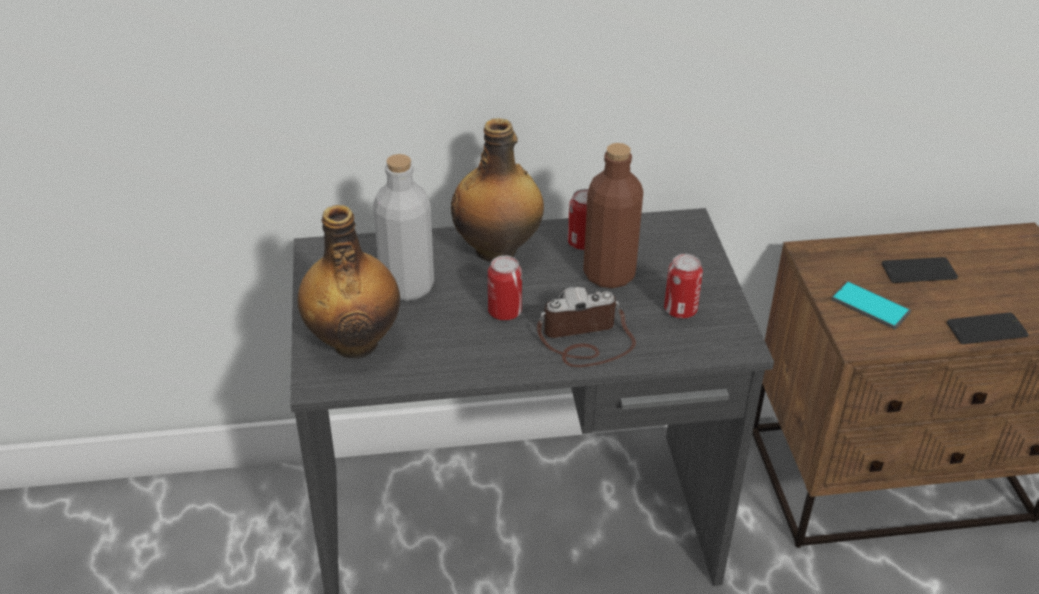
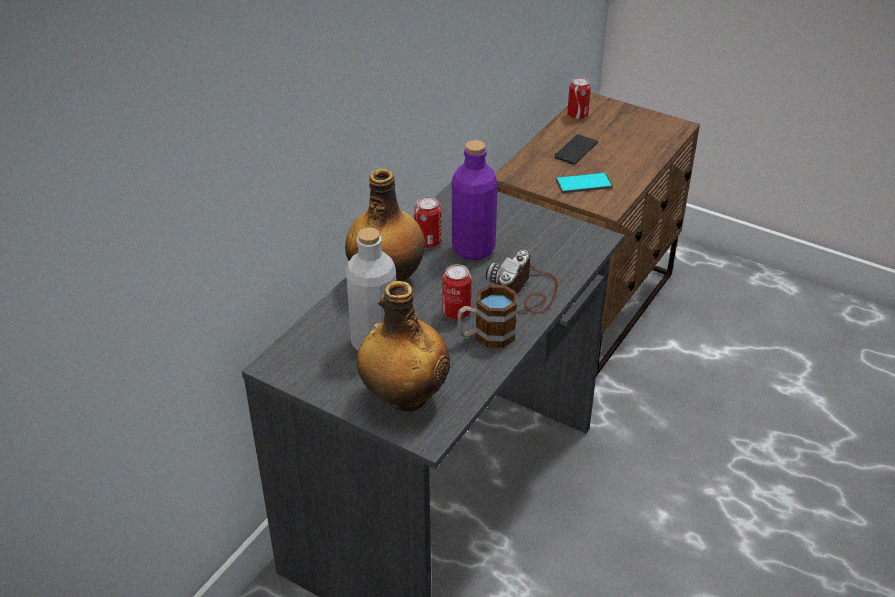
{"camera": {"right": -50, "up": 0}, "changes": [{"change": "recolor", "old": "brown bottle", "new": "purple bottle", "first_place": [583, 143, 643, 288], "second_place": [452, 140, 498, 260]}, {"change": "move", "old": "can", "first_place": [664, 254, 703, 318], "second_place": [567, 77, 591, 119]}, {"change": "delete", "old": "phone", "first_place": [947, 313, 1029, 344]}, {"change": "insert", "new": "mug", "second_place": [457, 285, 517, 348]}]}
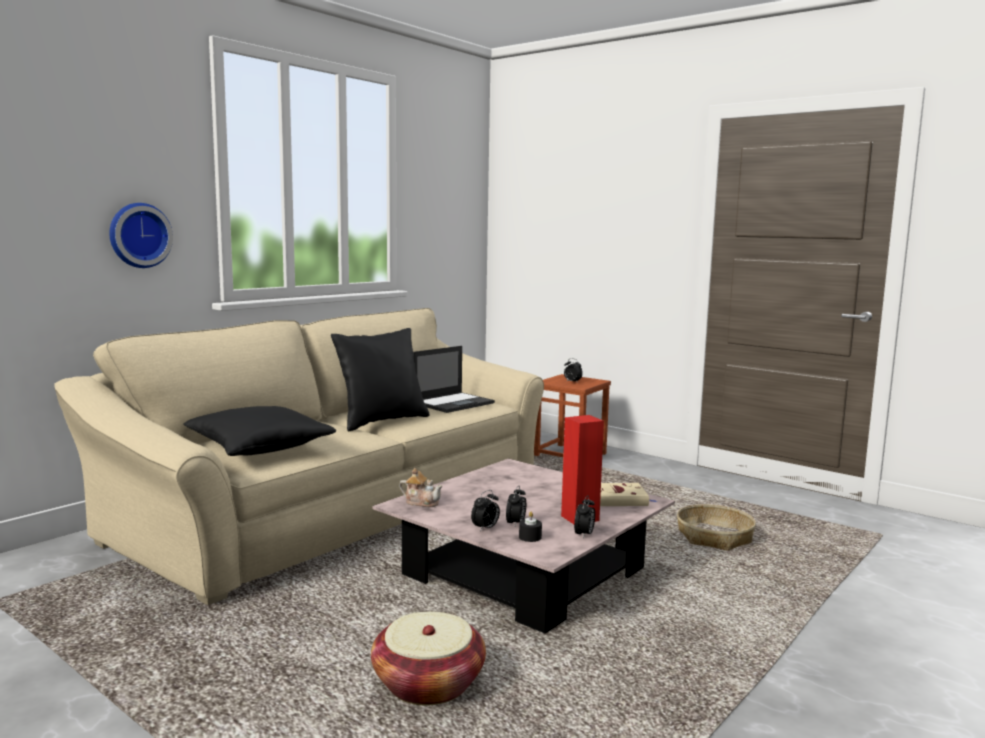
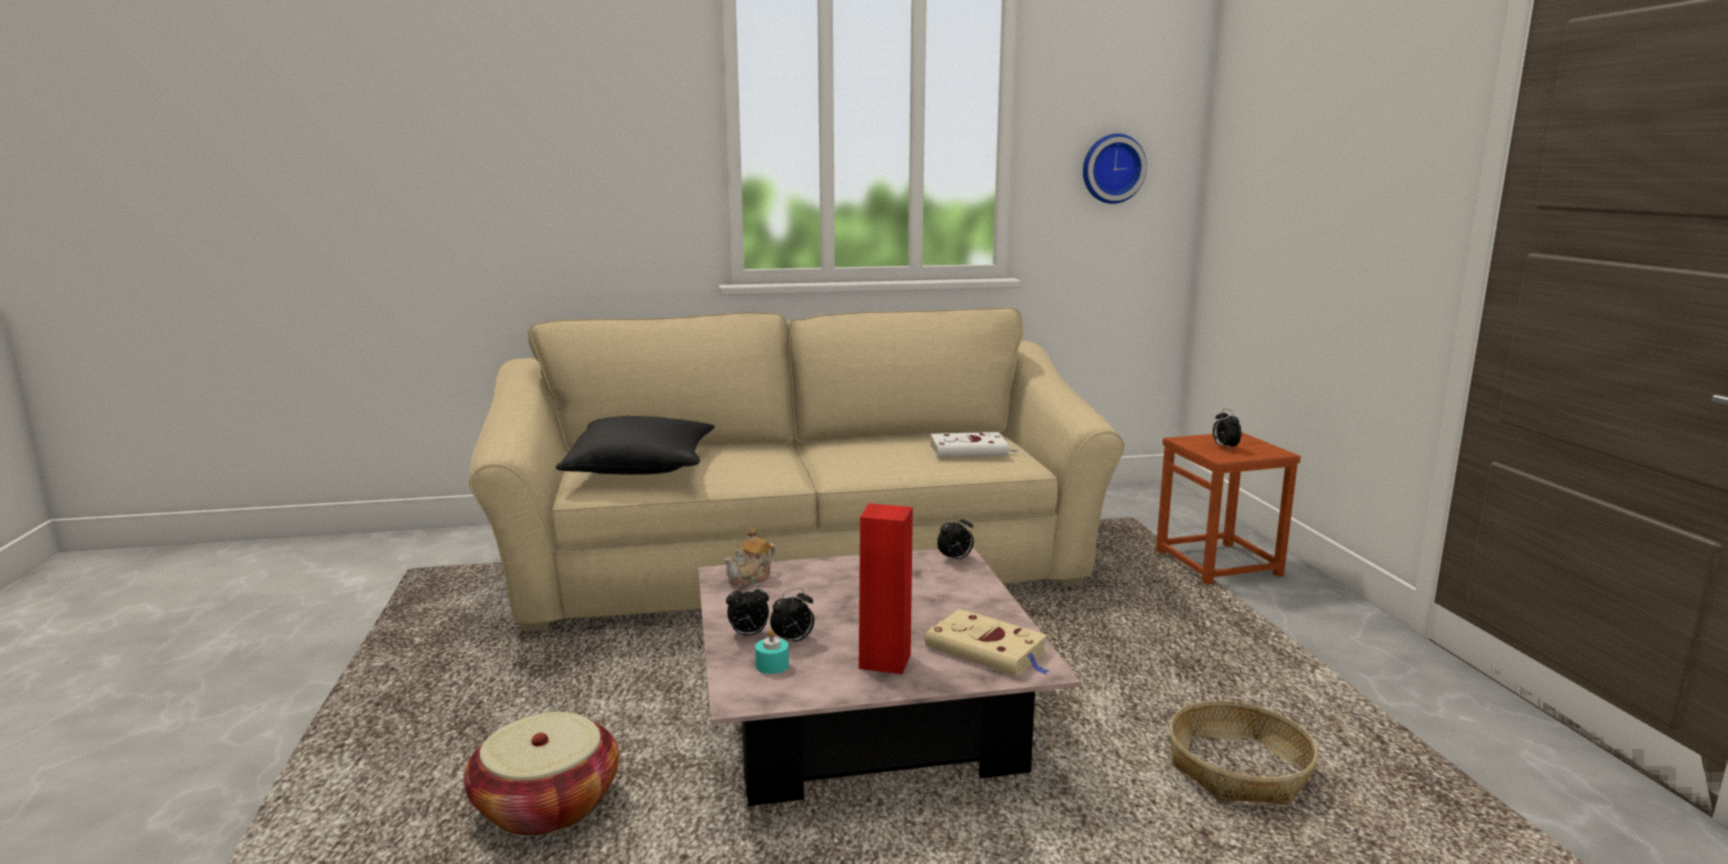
{"camera": {"right": 40, "up": 5}, "changes": [{"change": "move", "old": "wall clock", "first_place": [109, 203, 173, 268], "second_place": [1083, 134, 1147, 204]}, {"change": "delete", "old": "black pillow", "first_place": [331, 328, 429, 431]}, {"change": "replace", "old": "laptop", "new": "white book", "first_place": [413, 346, 495, 413], "second_place": [930, 432, 1019, 457]}, {"change": "rotate", "old": "teapot", "first_place": [399, 468, 442, 507], "second_place": [724, 528, 776, 586], "degrees": 75}, {"change": "move", "old": "alarm clock", "first_place": [574, 495, 595, 539], "second_place": [937, 515, 974, 562]}, {"change": "recolor", "old": "black candle", "new": "turquoise candle", "first_place": [519, 511, 542, 542], "second_place": [755, 629, 789, 674]}]}
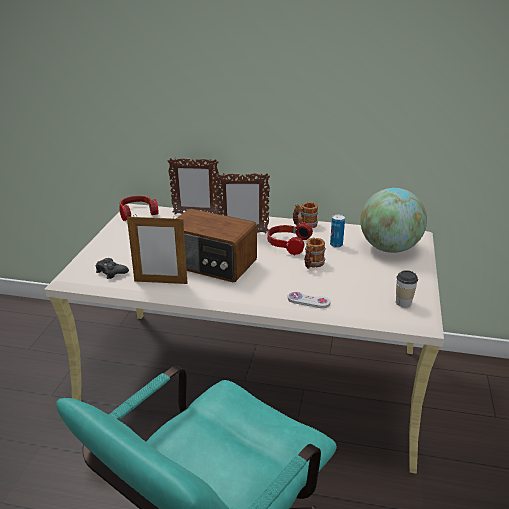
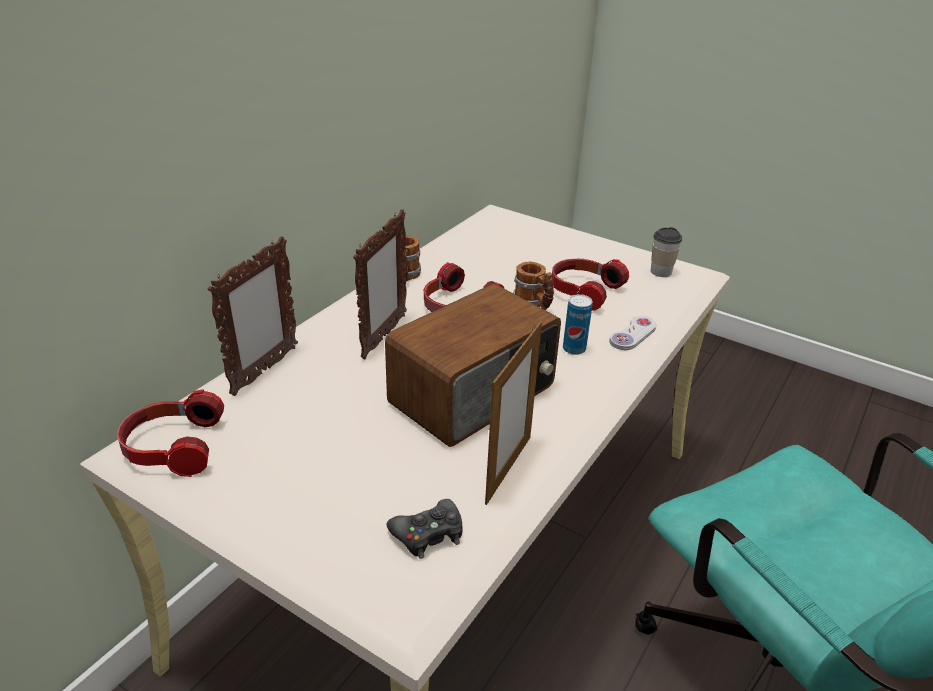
{"camera": {"right": -70, "up": 5}, "changes": [{"change": "delete", "old": "globe", "first_place": [360, 188, 427, 253]}, {"change": "move", "old": "can", "first_place": [330, 214, 345, 248], "second_place": [563, 294, 593, 355]}, {"change": "insert", "new": "headphones", "second_place": [551, 258, 629, 311]}]}
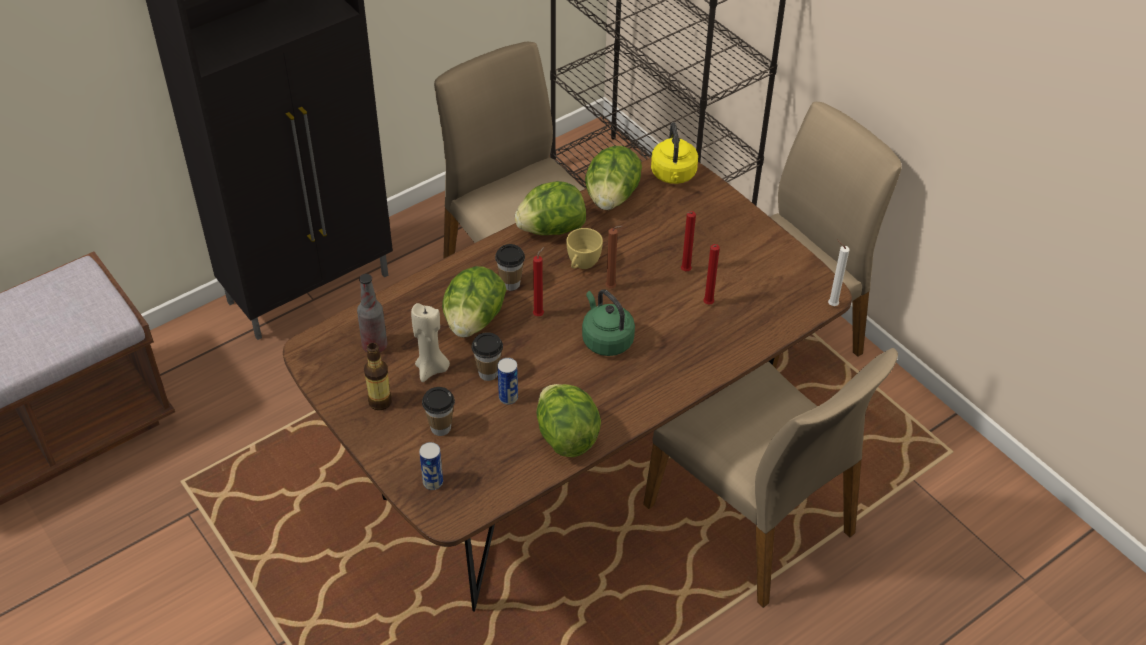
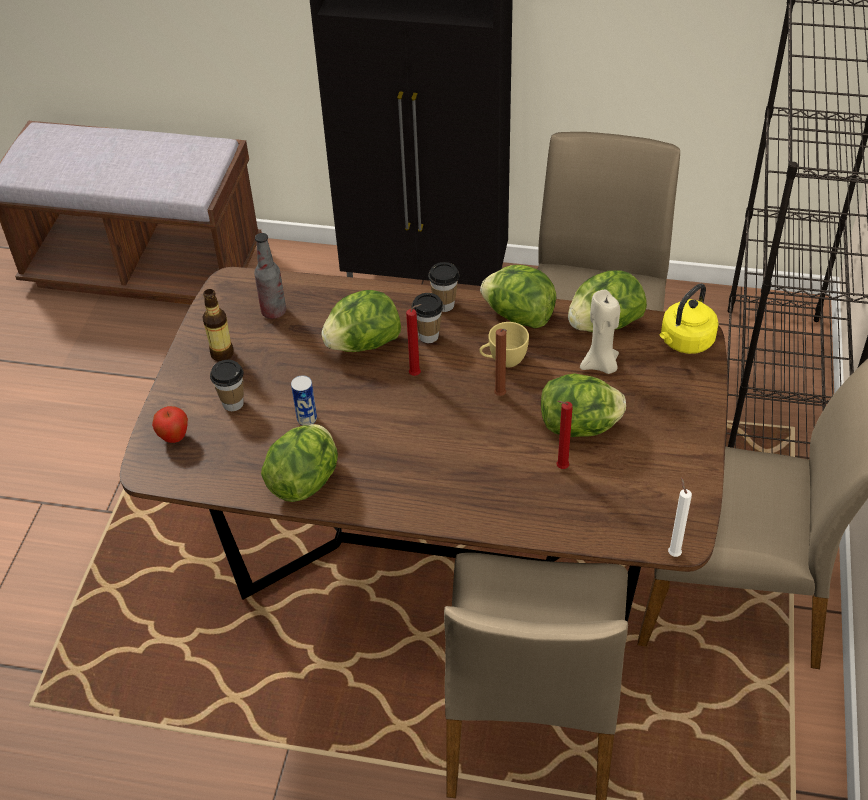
{"camera": {"right": 50, "up": 0}, "changes": [{"change": "replace", "old": "red candle", "new": "lettuce", "first_place": [681, 211, 696, 271], "second_place": [541, 373, 626, 437]}, {"change": "delete", "old": "green kettle", "first_place": [582, 289, 635, 356]}, {"change": "move", "old": "beige candle", "first_place": [411, 303, 450, 382], "second_place": [580, 290, 620, 374]}, {"change": "move", "old": "cup", "first_place": [471, 332, 503, 381], "second_place": [428, 262, 459, 312]}, {"change": "replace", "old": "can", "new": "apple", "first_place": [419, 442, 443, 490], "second_place": [152, 406, 188, 443]}]}
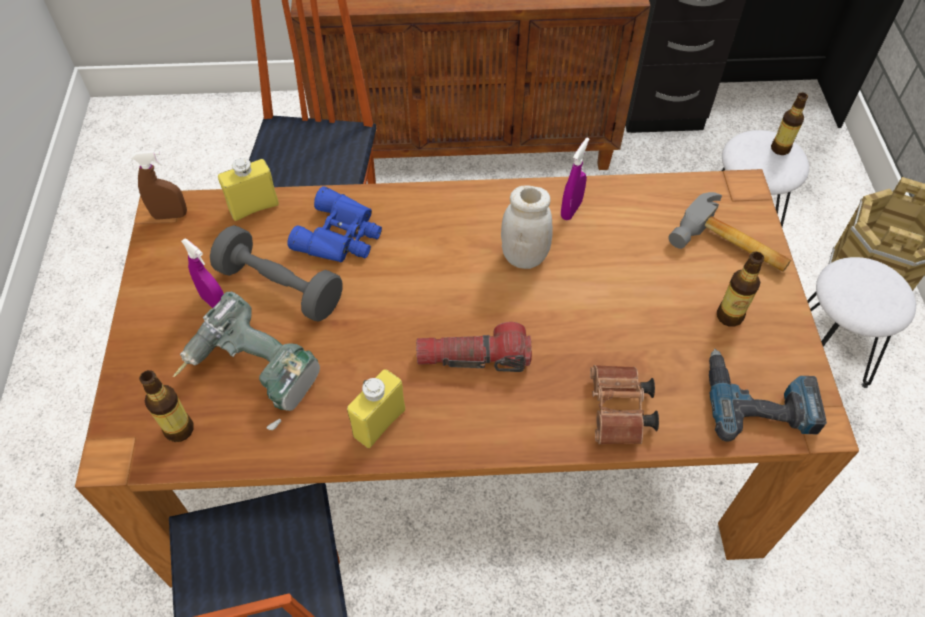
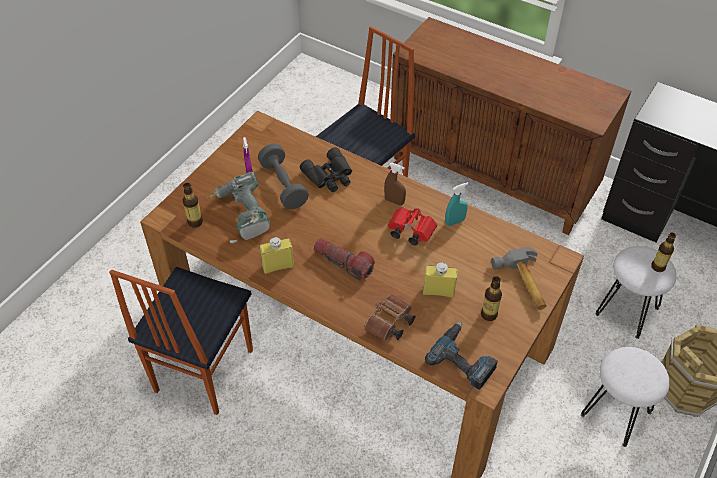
{"camera": {"right": 35, "up": -5}, "changes": [{"change": "recolor", "old": "purple spray bottle", "new": "turquoise spray bottle", "first_place": [561, 138, 589, 220], "second_place": [445, 182, 468, 226]}, {"change": "move", "old": "brown spray bottle", "first_place": [131, 151, 187, 220], "second_place": [384, 163, 406, 205]}, {"change": "move", "old": "yellow bottle", "first_place": [218, 158, 279, 221], "second_place": [423, 263, 457, 298]}, {"change": "recolor", "old": "blue binoculars", "new": "black binoculars", "first_place": [287, 186, 382, 262], "second_place": [300, 147, 352, 192]}, {"change": "replace", "old": "white jar", "new": "red binoculars", "first_place": [501, 186, 553, 269], "second_place": [388, 207, 437, 245]}]}
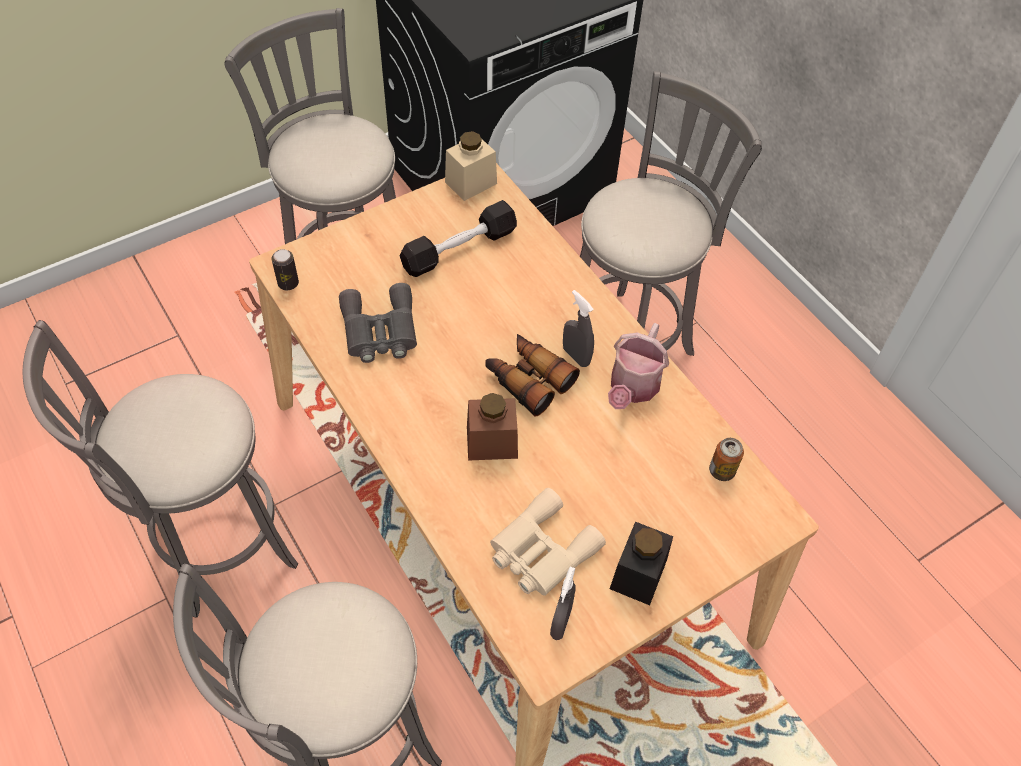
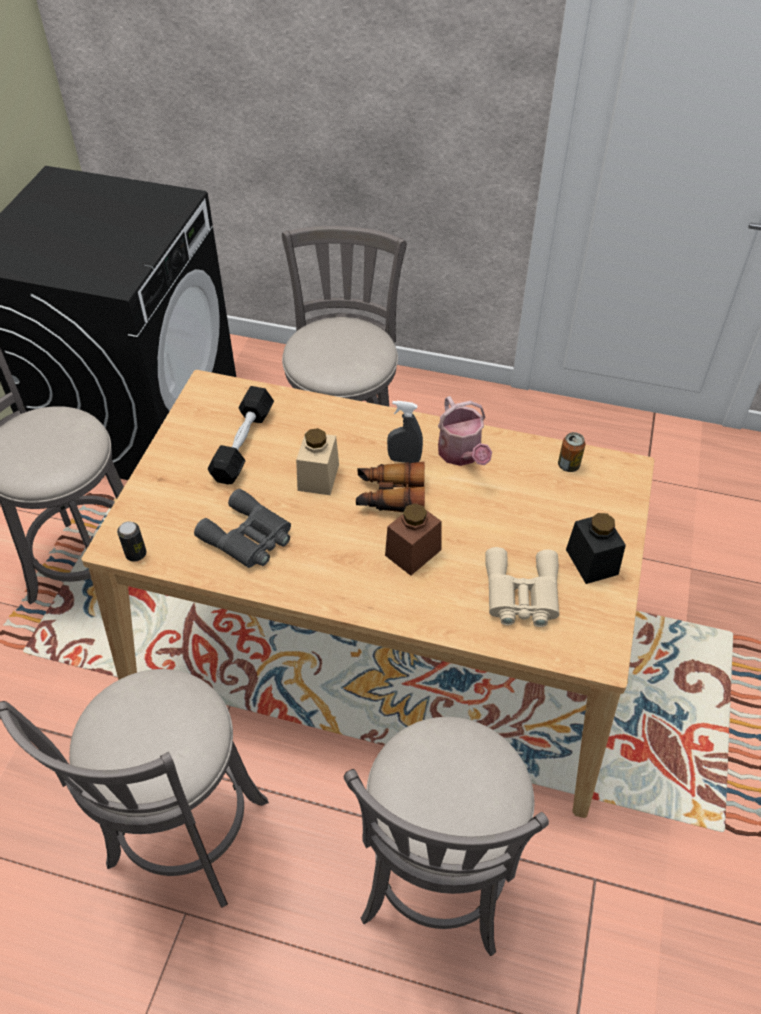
{"camera": {"right": -40, "up": -5}, "changes": [{"change": "move", "old": "beige jar", "first_place": [445, 131, 497, 201], "second_place": [296, 428, 339, 495]}, {"change": "delete", "old": "grey spray bottle", "first_place": [550, 567, 576, 640]}]}
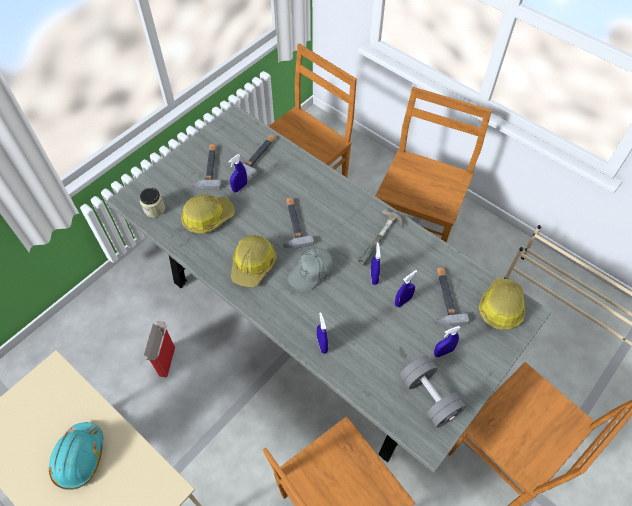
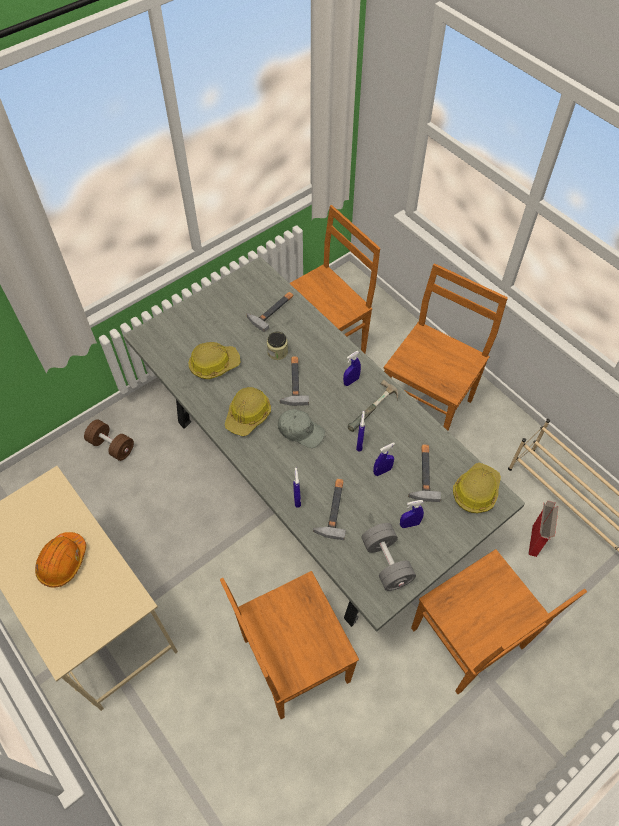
{"camera": {"right": 10, "up": 0}, "changes": [{"change": "move", "old": "hammer", "first_place": [192, 144, 221, 189], "second_place": [313, 479, 346, 540]}, {"change": "move", "old": "blue spray bottle", "first_place": [228, 154, 247, 193], "second_place": [343, 351, 361, 386]}, {"change": "move", "old": "jar", "first_place": [140, 188, 165, 218], "second_place": [267, 331, 288, 360]}, {"change": "rotate", "old": "grey cap", "first_place": [287, 248, 333, 293], "second_place": [278, 409, 325, 448], "degrees": -120}, {"change": "move", "old": "cardboard box", "first_place": [144, 321, 175, 377], "second_place": [528, 500, 559, 557]}, {"change": "recolor", "old": "turquoise hard hat", "new": "orange hard hat", "first_place": [49, 422, 104, 490], "second_place": [35, 532, 86, 588]}, {"change": "insert", "new": "brown dumbbell", "second_place": [84, 419, 134, 461]}]}
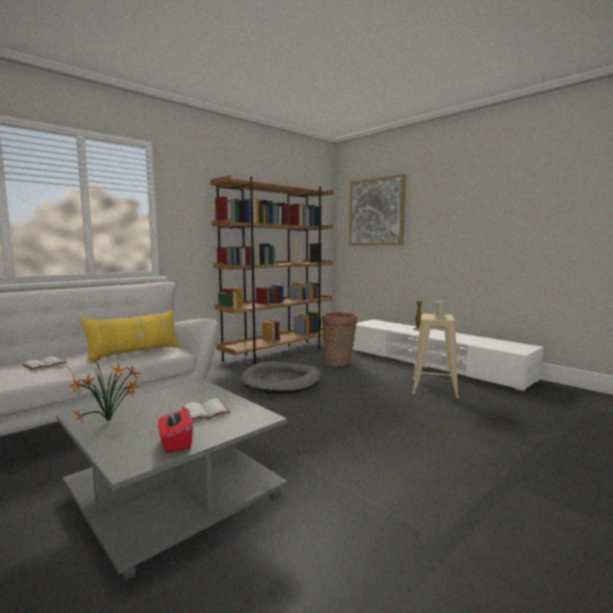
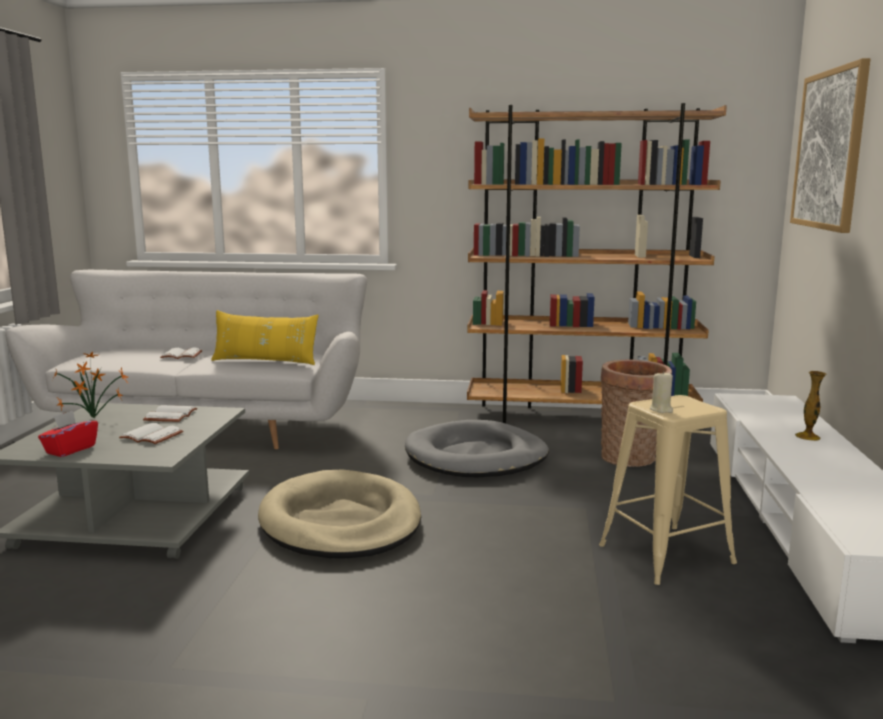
{"camera": {"right": 50, "up": 5}, "changes": [{"change": "insert", "new": "white book", "second_place": [143, 405, 197, 422]}, {"change": "insert", "new": "beige dog bed", "second_place": [258, 469, 421, 559]}]}
